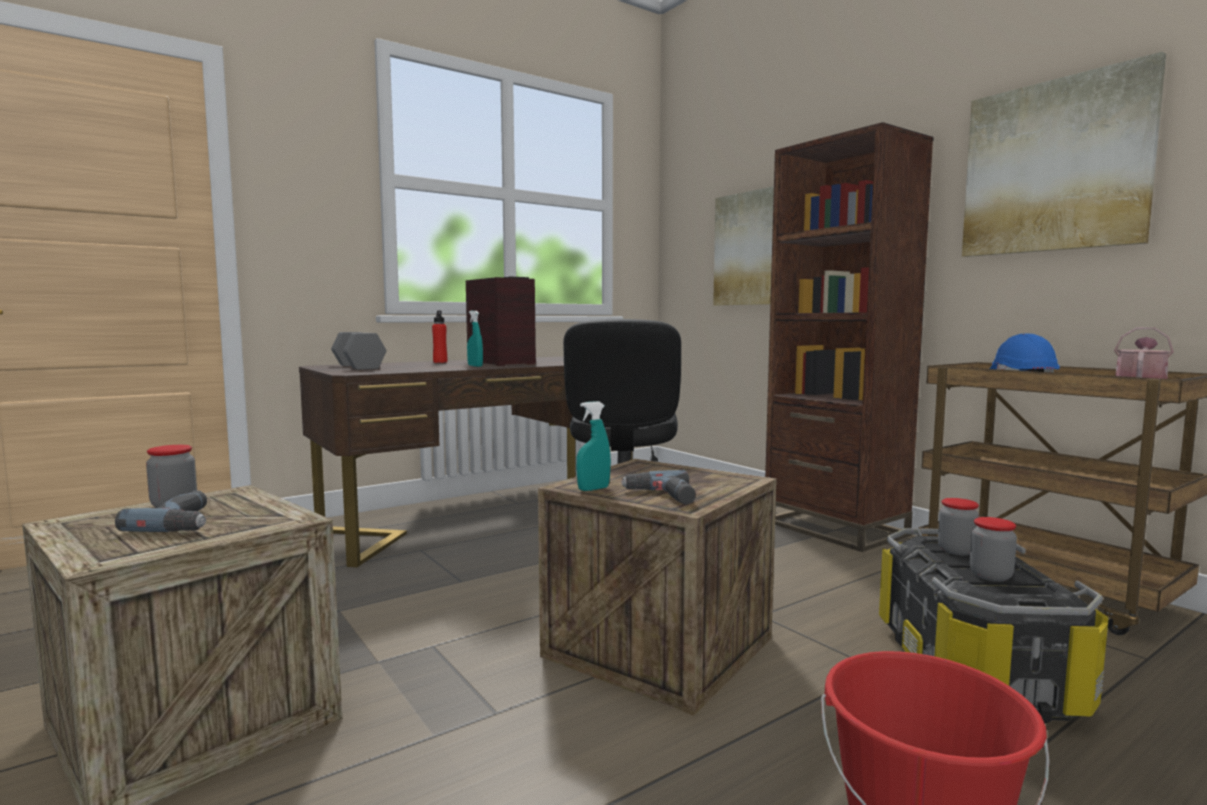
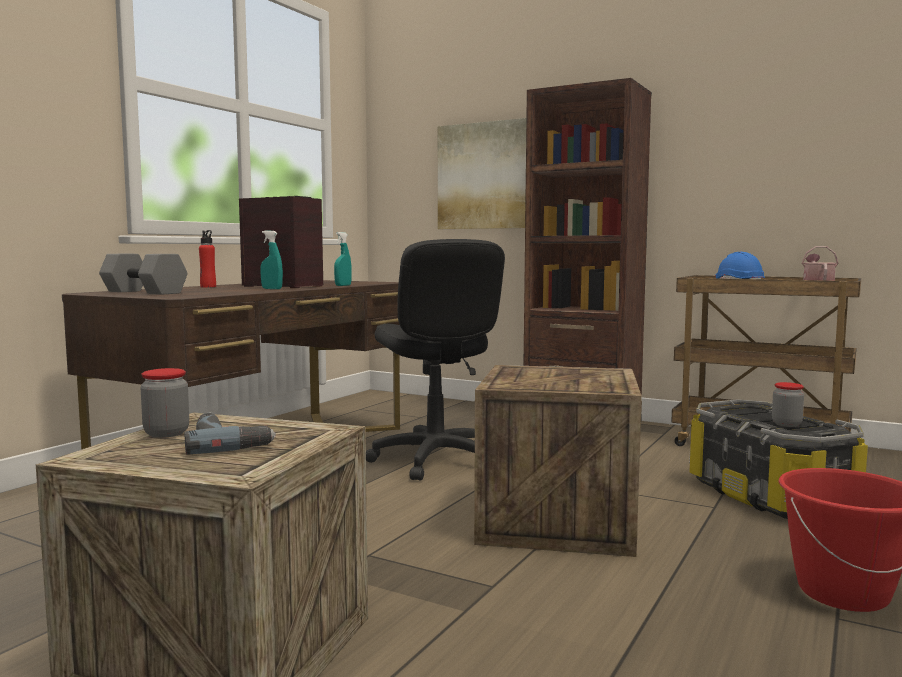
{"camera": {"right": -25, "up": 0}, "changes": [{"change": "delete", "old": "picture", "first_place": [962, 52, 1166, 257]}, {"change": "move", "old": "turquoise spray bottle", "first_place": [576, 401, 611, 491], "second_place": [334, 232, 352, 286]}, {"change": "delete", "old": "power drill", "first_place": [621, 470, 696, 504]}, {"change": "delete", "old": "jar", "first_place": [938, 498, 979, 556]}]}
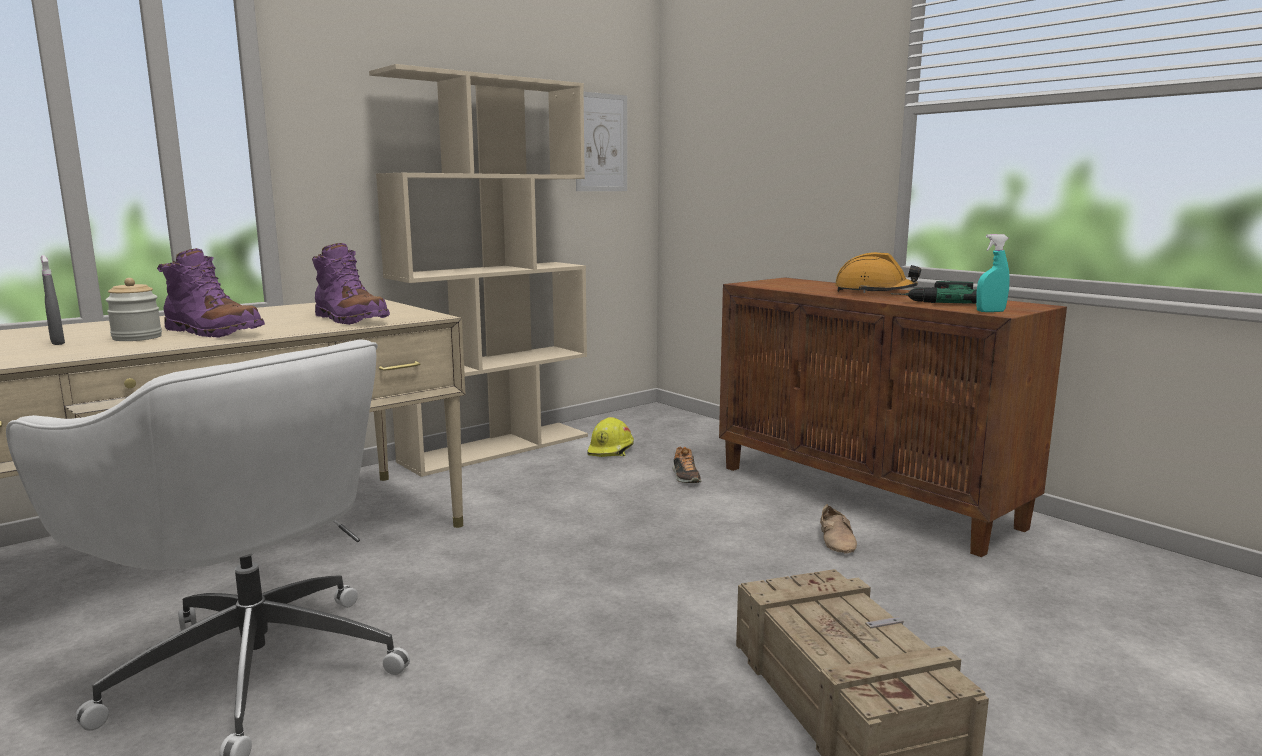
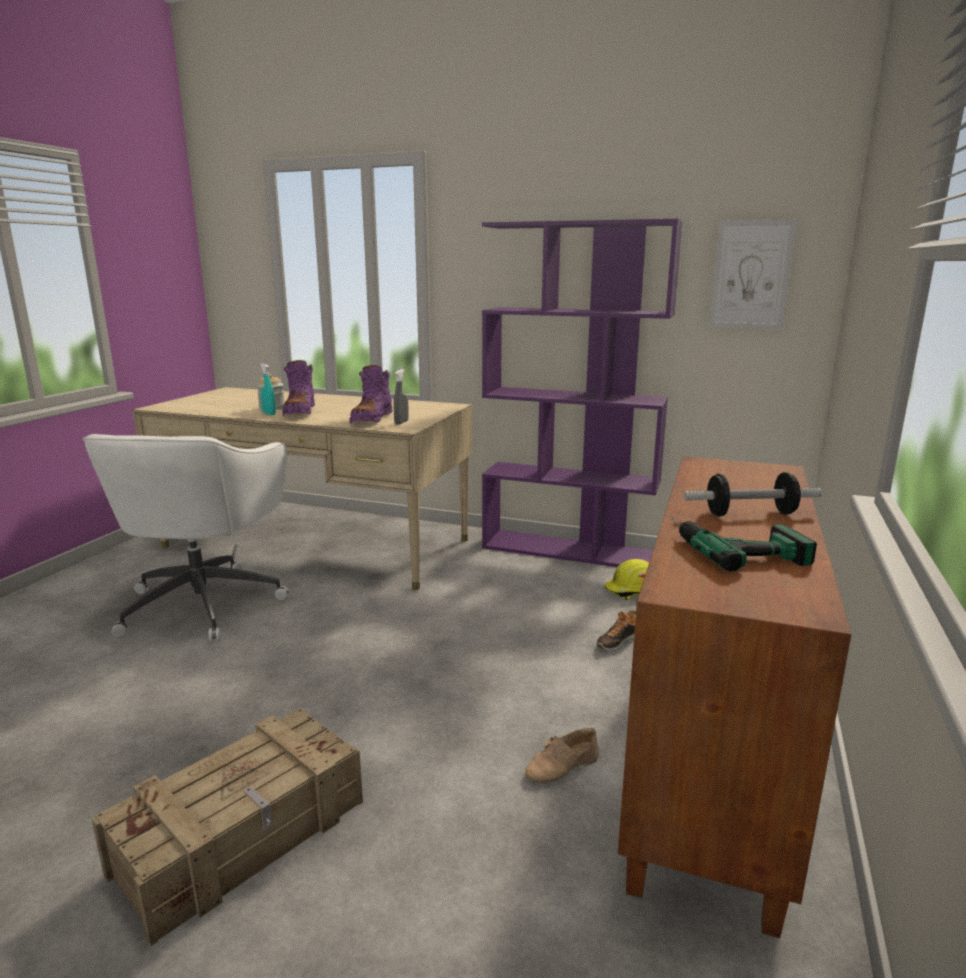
{"camera": {"right": 60, "up": 5}, "changes": [{"change": "recolor", "old": "beige bookcase", "new": "purple bookcase", "first_place": [369, 64, 588, 477], "second_place": [482, 219, 683, 567]}, {"change": "move", "old": "turquoise spray bottle", "first_place": [976, 234, 1010, 312], "second_place": [260, 363, 276, 415]}, {"change": "replace", "old": "orange hard hat", "new": "dumbbell", "first_place": [835, 252, 921, 293], "second_place": [684, 472, 822, 516]}, {"change": "move", "old": "grey spray bottle", "first_place": [41, 255, 65, 345], "second_place": [393, 369, 409, 425]}]}
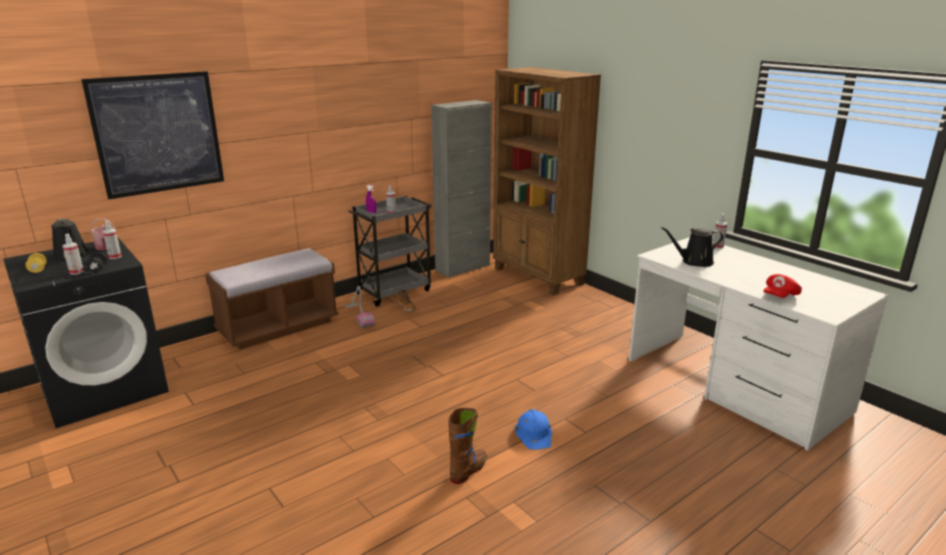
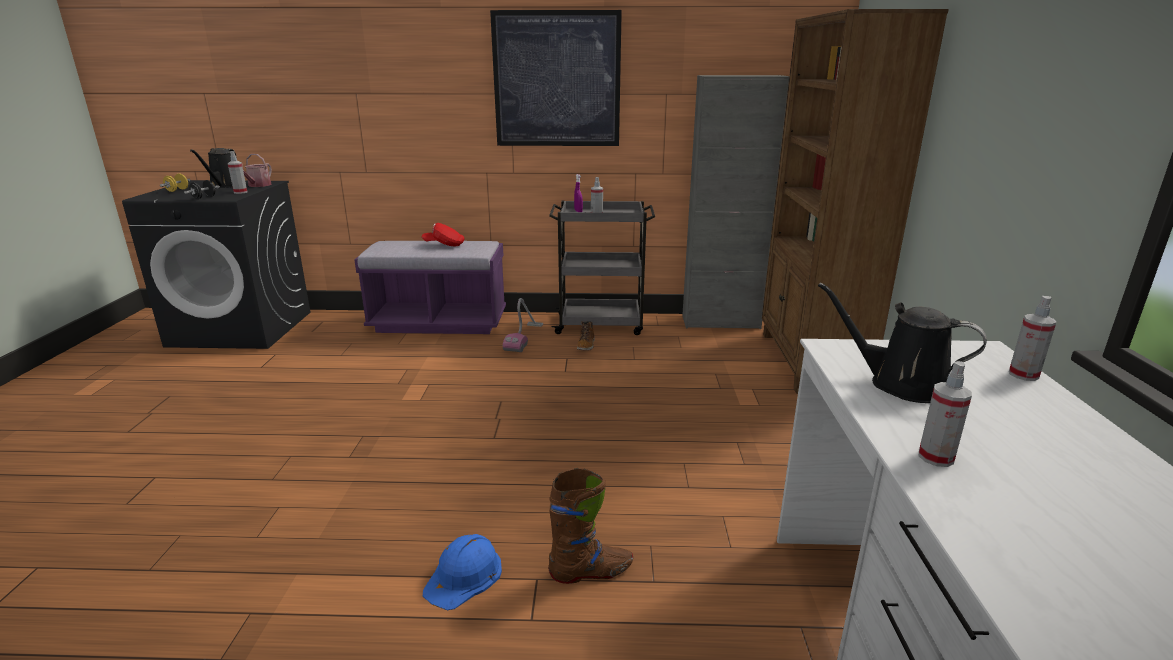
{"camera": {"right": 40, "up": 0}, "changes": [{"change": "move", "old": "picture", "first_place": [81, 71, 224, 199], "second_place": [490, 10, 622, 146]}, {"change": "move", "old": "spray bottle", "first_place": [63, 234, 84, 275], "second_place": [919, 361, 972, 467]}, {"change": "recolor", "old": "brown bench", "new": "purple bench", "first_place": [205, 249, 338, 350], "second_place": [354, 241, 506, 334]}, {"change": "move", "old": "red cap", "first_place": [763, 274, 802, 298], "second_place": [421, 223, 464, 246]}, {"change": "move", "old": "brown boot", "first_place": [449, 408, 487, 484], "second_place": [548, 468, 633, 584]}]}
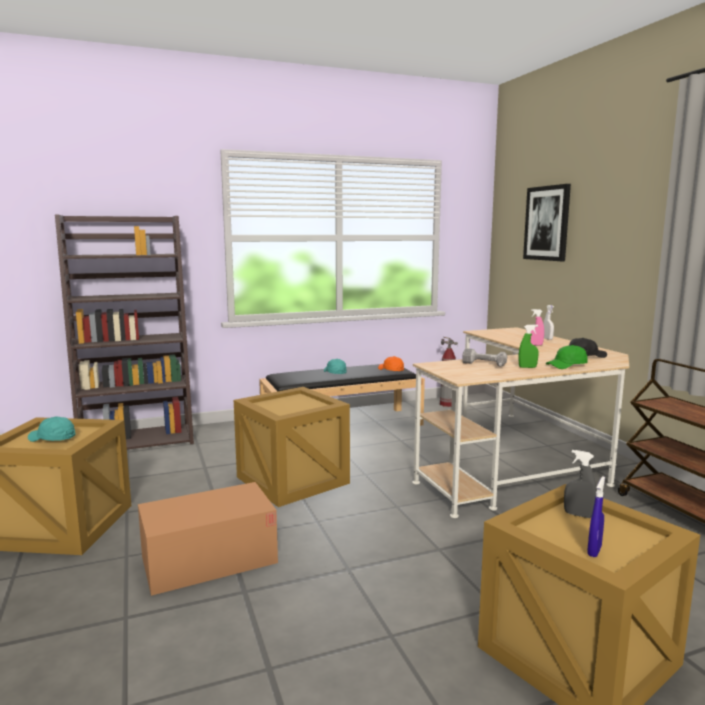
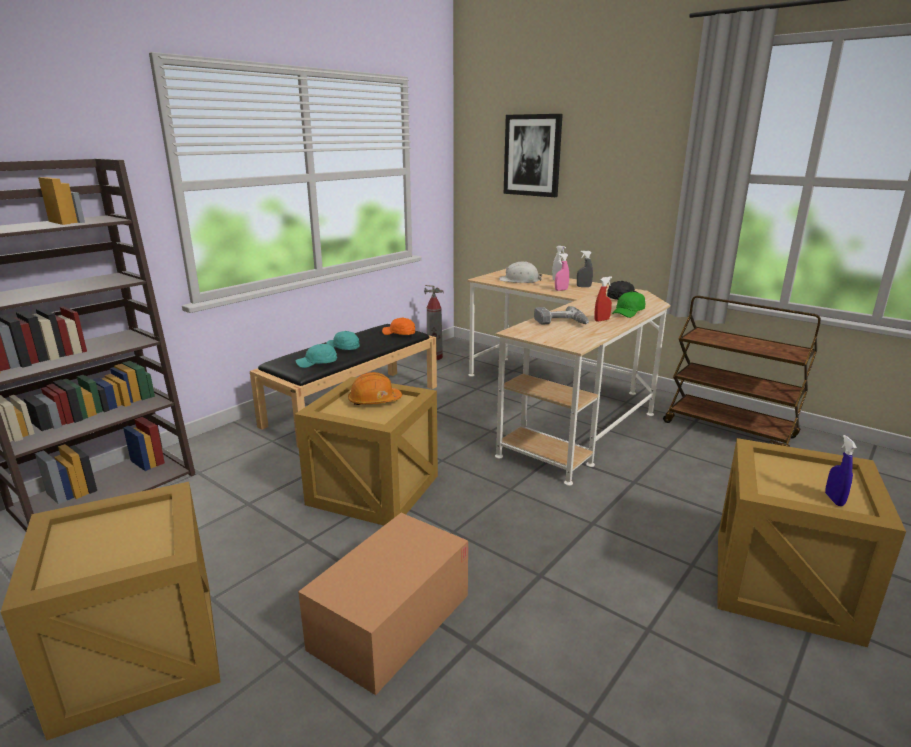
{"camera": {"right": -30, "up": 10}, "changes": [{"change": "recolor", "old": "green spray bottle", "new": "red spray bottle", "first_place": [519, 325, 539, 368], "second_place": [594, 276, 612, 322]}, {"change": "move", "old": "turquoise cap", "first_place": [28, 416, 75, 442], "second_place": [296, 344, 337, 368]}, {"change": "move", "old": "grey spray bottle", "first_place": [564, 450, 597, 518], "second_place": [577, 251, 593, 287]}, {"change": "insert", "new": "white hard hat", "second_place": [499, 261, 543, 283]}, {"change": "insert", "new": "orange hard hat", "second_place": [348, 372, 402, 405]}]}
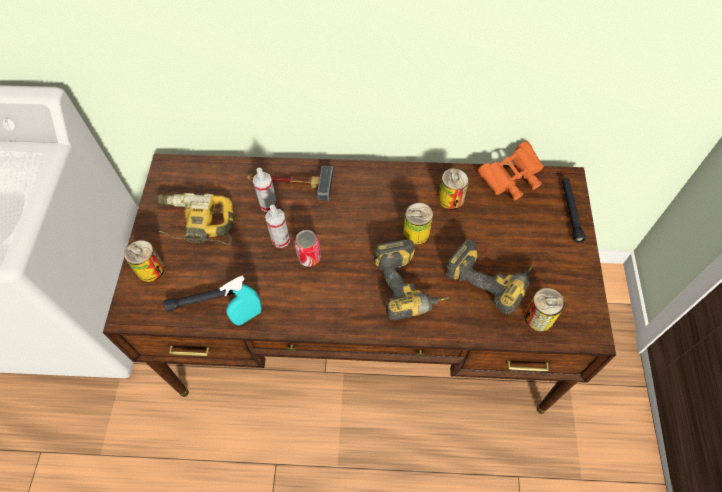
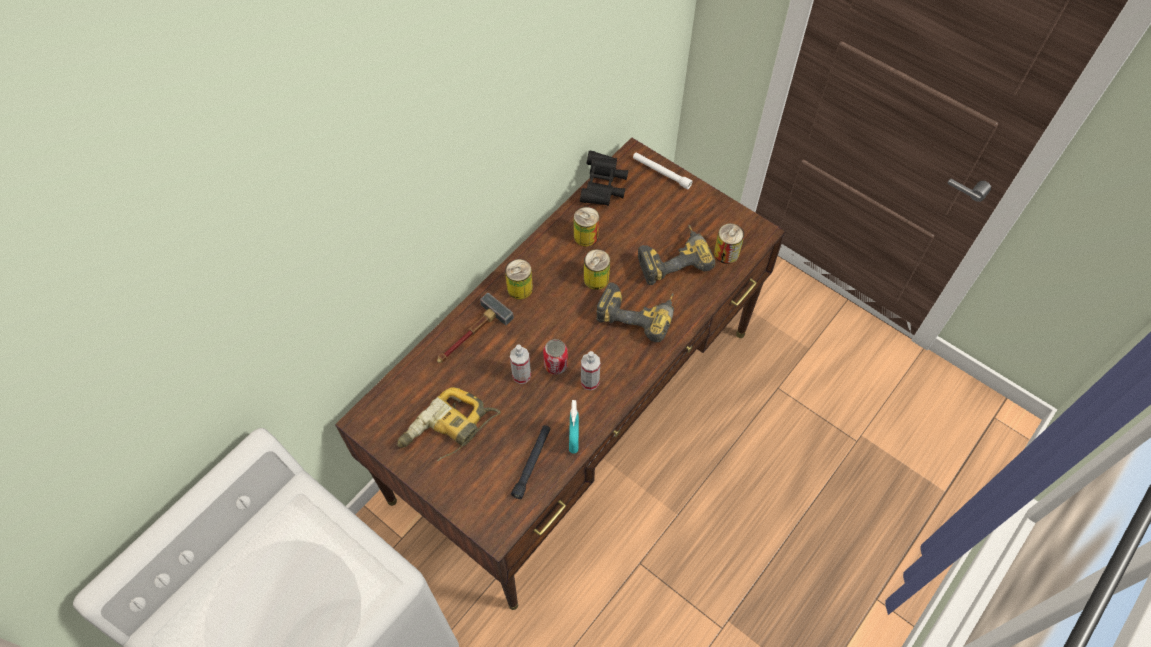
{"camera": {"right": -55, "up": 0}, "changes": [{"change": "recolor", "old": "orange binoculars", "new": "black binoculars", "first_place": [478, 141, 544, 200], "second_place": [580, 151, 628, 206]}, {"change": "move", "old": "spray bottle", "first_place": [252, 168, 277, 212], "second_place": [581, 351, 600, 390]}, {"change": "recolor", "old": "black flashlight", "new": "white flashlight", "first_place": [562, 178, 586, 243], "second_place": [633, 152, 693, 189]}, {"change": "move", "old": "can", "first_place": [124, 239, 165, 282], "second_place": [505, 259, 533, 300]}]}
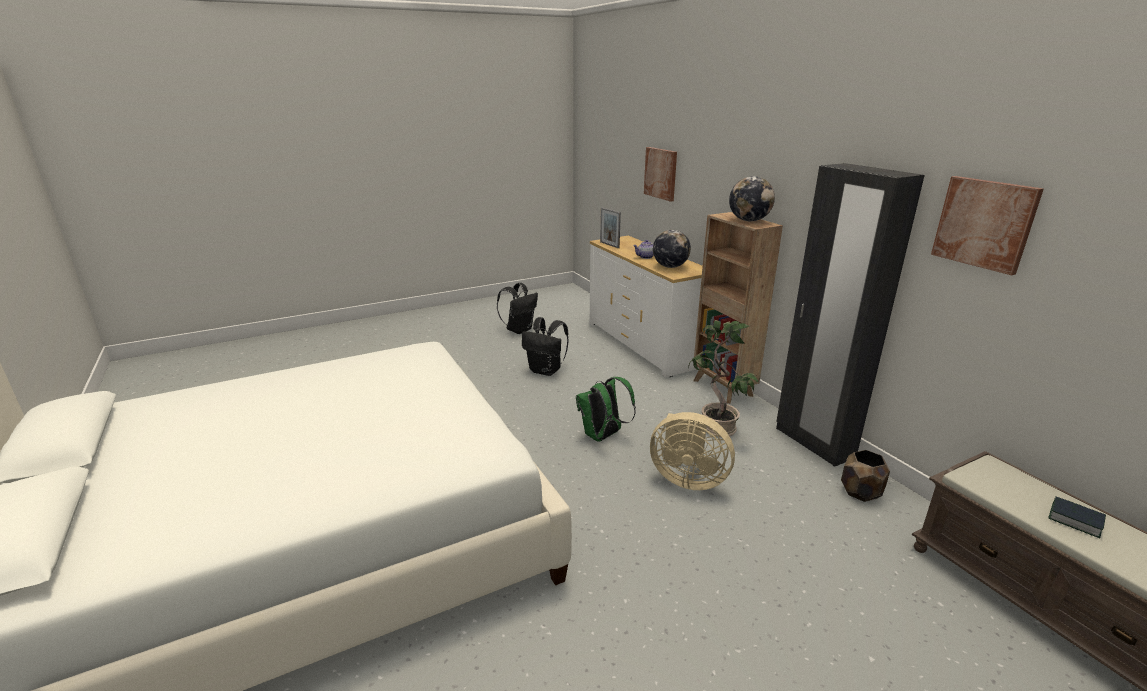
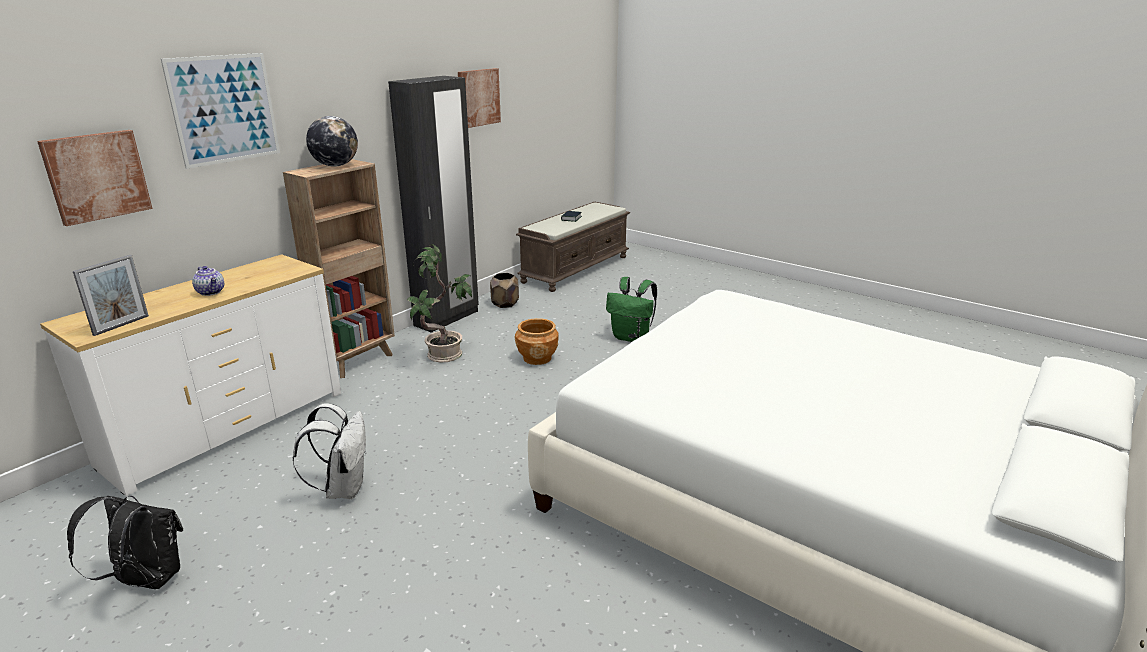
{"camera": {"right": -115, "up": 0}, "changes": [{"change": "delete", "old": "globe", "first_place": [653, 230, 691, 268]}, {"change": "recolor", "old": "black backpack", "new": "white backpack", "first_place": [522, 317, 569, 376], "second_place": [293, 403, 367, 499]}, {"change": "move", "old": "green backpack", "first_place": [576, 377, 636, 442], "second_place": [606, 277, 657, 342]}, {"change": "replace", "old": "beige fan", "new": "brown planter", "first_place": [650, 412, 735, 490], "second_place": [514, 318, 559, 365]}, {"change": "insert", "new": "picture", "second_place": [161, 53, 280, 169]}]}
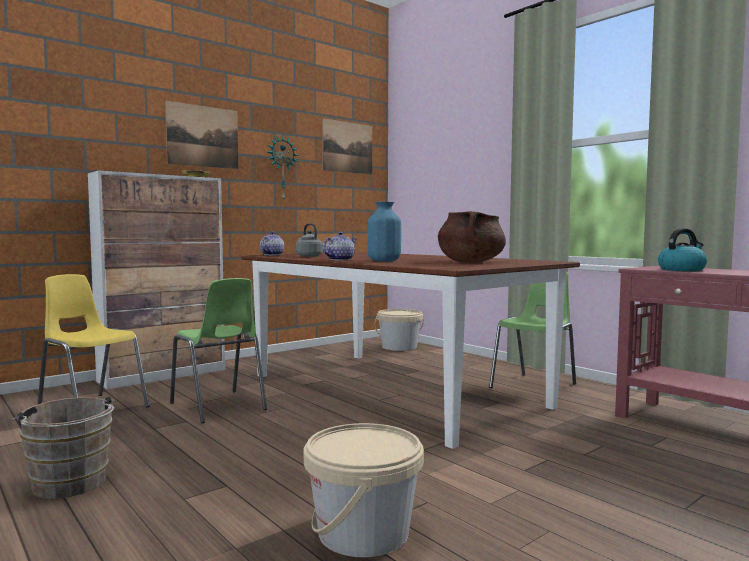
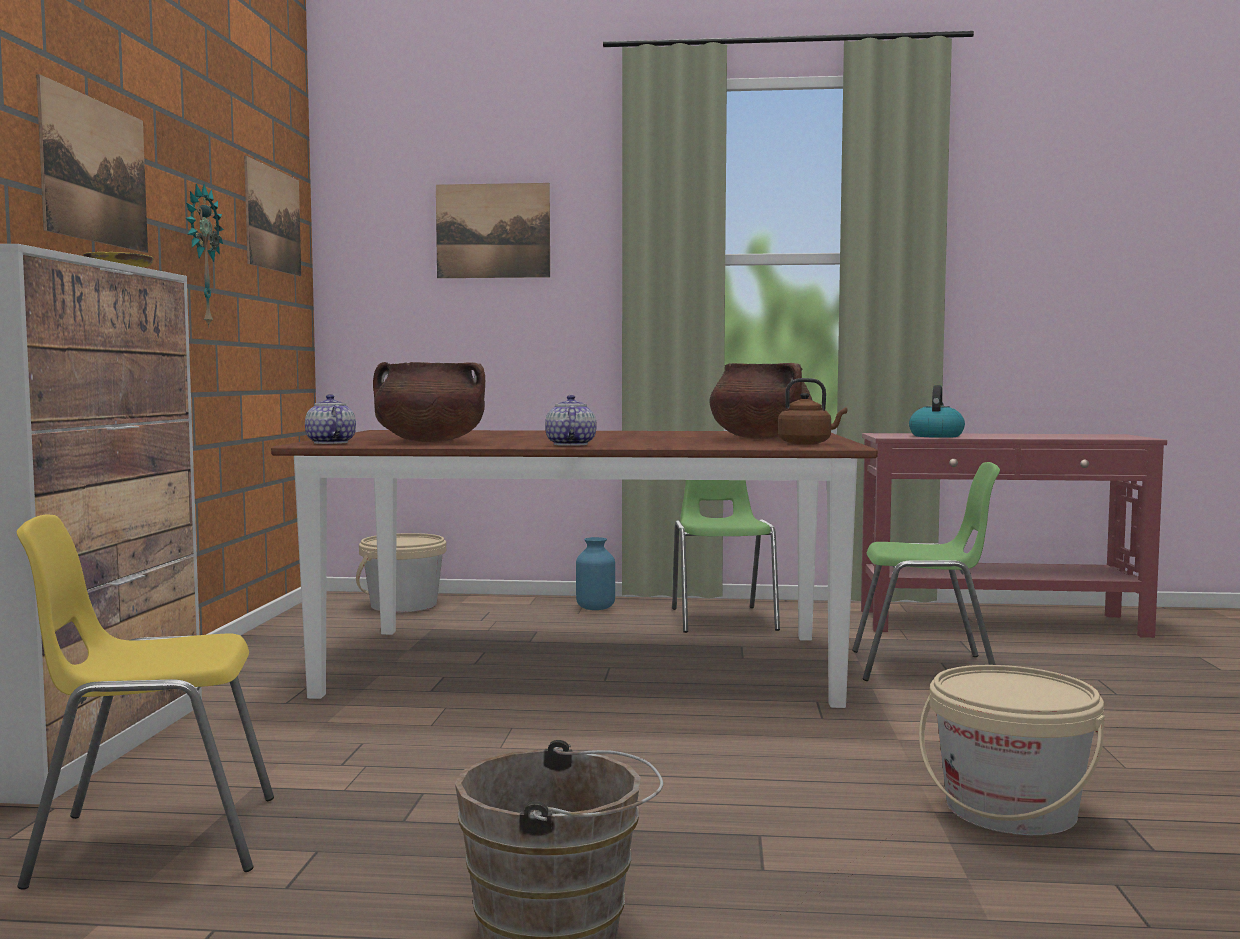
{"camera": {"right": -45, "up": 0}, "changes": [{"change": "move", "old": "blue vase", "first_place": [368, 202, 401, 262], "second_place": [576, 537, 615, 610]}, {"change": "replace", "old": "grey kettle", "new": "brown cooking pot", "first_place": [296, 223, 323, 257], "second_place": [373, 362, 485, 442]}, {"change": "move", "old": "green chair", "first_place": [170, 278, 267, 424], "second_place": [852, 462, 1000, 681]}, {"change": "insert", "new": "picture", "second_place": [436, 183, 550, 278]}, {"change": "insert", "new": "brown kettle", "second_place": [778, 378, 847, 445]}]}
